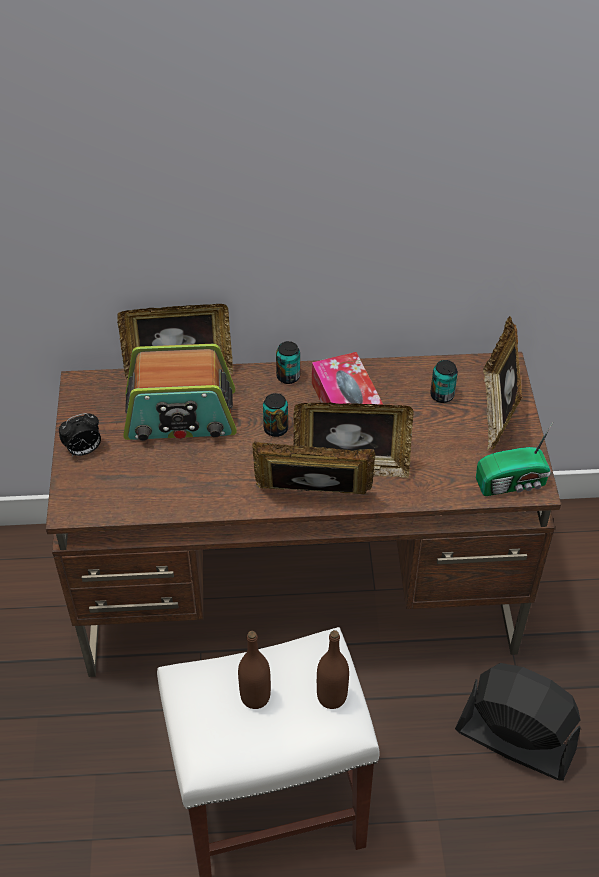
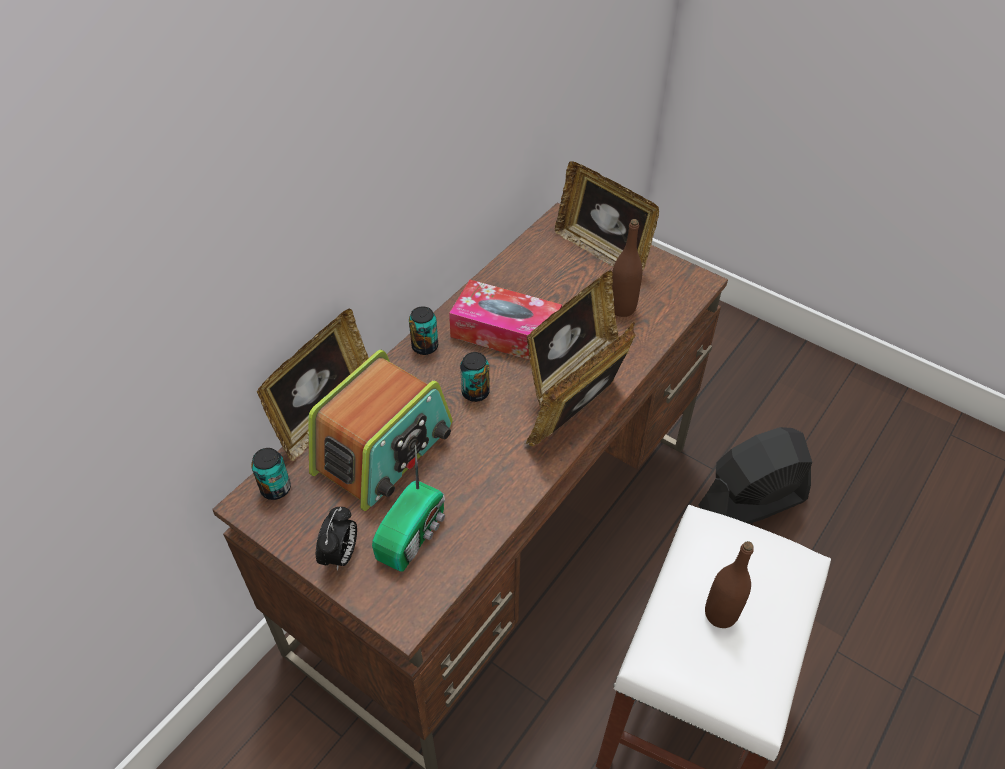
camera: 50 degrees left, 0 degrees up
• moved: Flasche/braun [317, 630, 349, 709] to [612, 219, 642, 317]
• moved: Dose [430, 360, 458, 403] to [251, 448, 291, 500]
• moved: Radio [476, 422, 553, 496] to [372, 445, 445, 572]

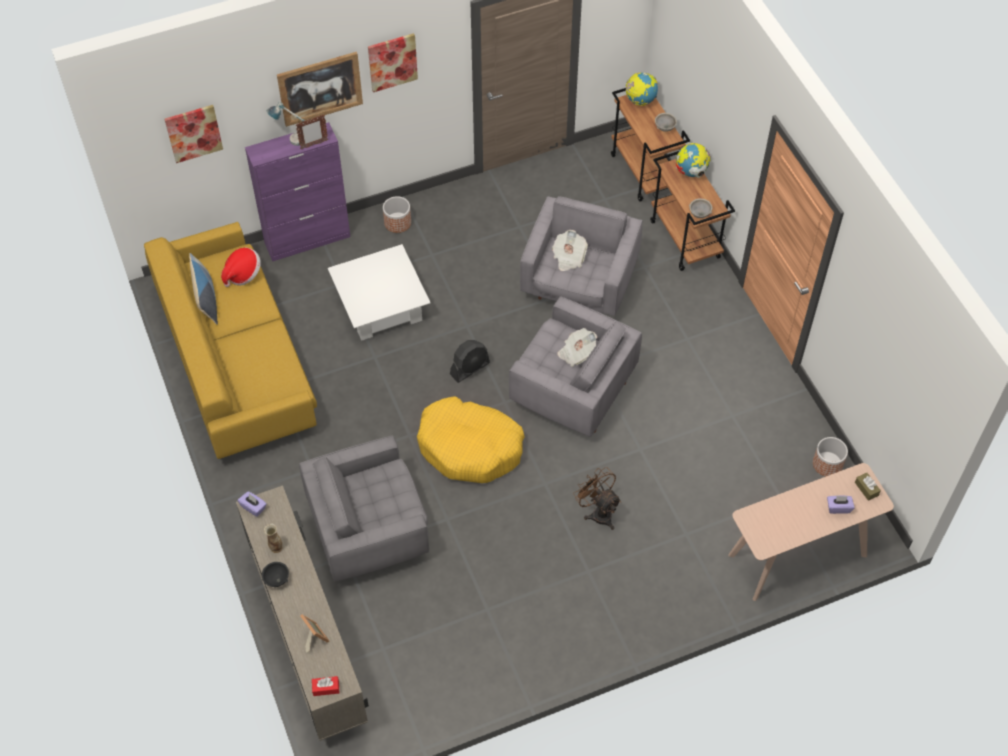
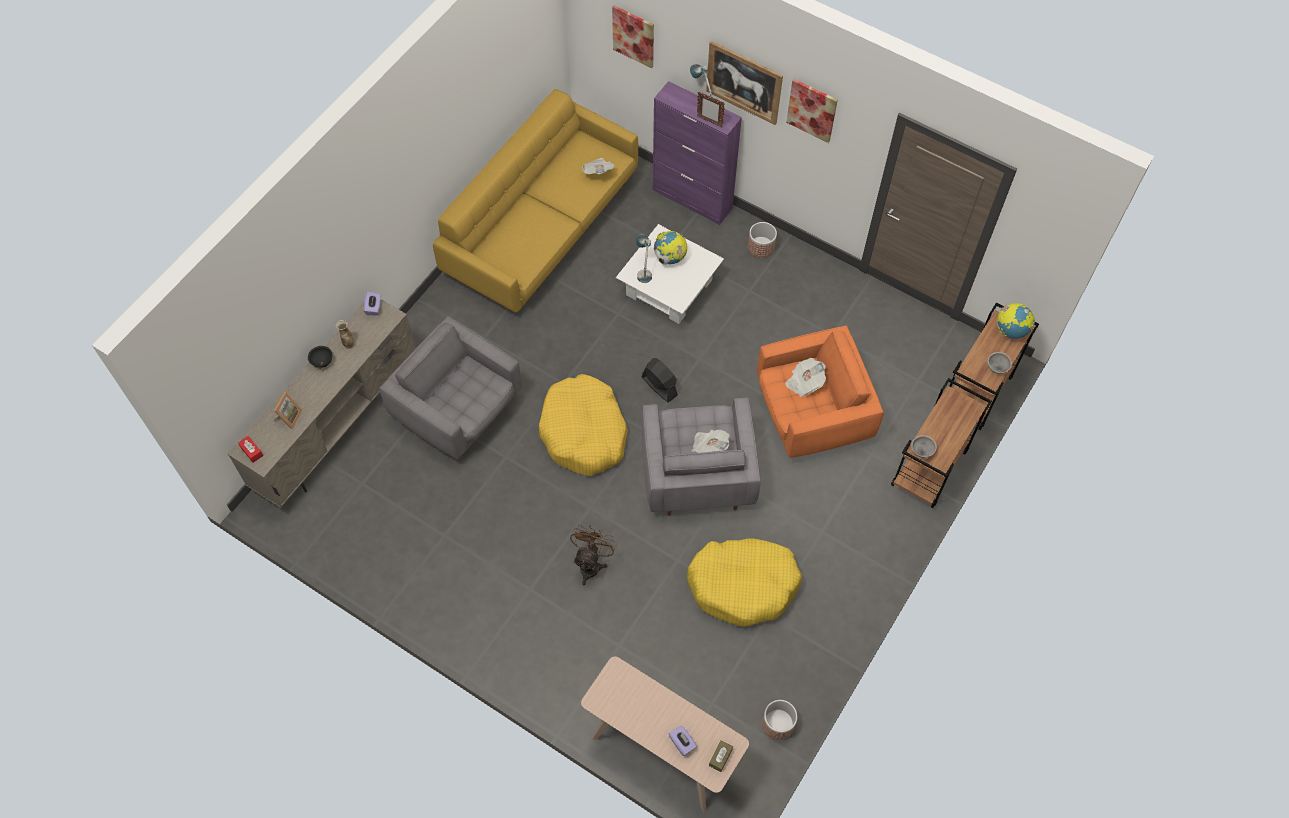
camera: 55 degrees right, 5 degrees up
• removed: Kissen [189, 253, 218, 325]
• replaced: Hut [221, 248, 261, 287] to Zeitung [583, 158, 615, 174]
• turned: Ventilator/schwarz [450, 340, 490, 383] = [642, 358, 678, 403] 150 degrees counterclockwise
• recoloured: Sessel/grau [520, 196, 643, 316] to Sessel/orange [757, 326, 884, 458]
• moved: Globus [676, 143, 711, 178] to [654, 231, 687, 265]
• added: Tischlampe [636, 234, 652, 283]
• added: Hundebett/gelb [687, 538, 802, 627]

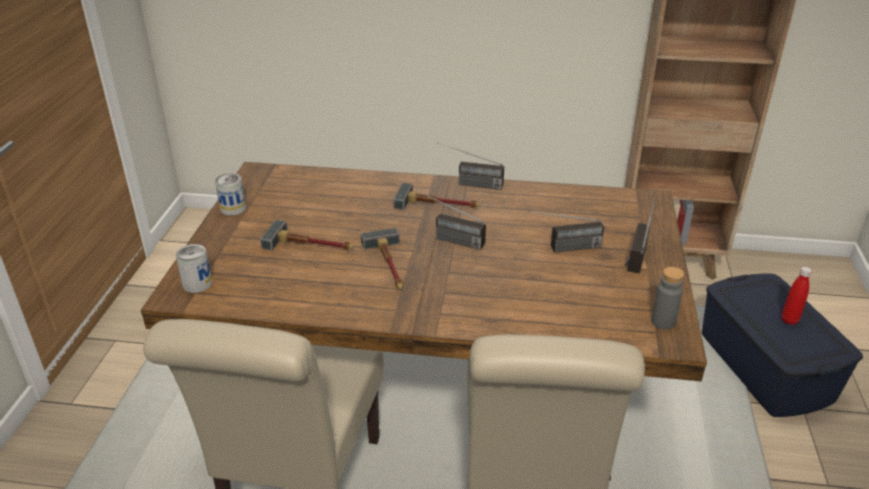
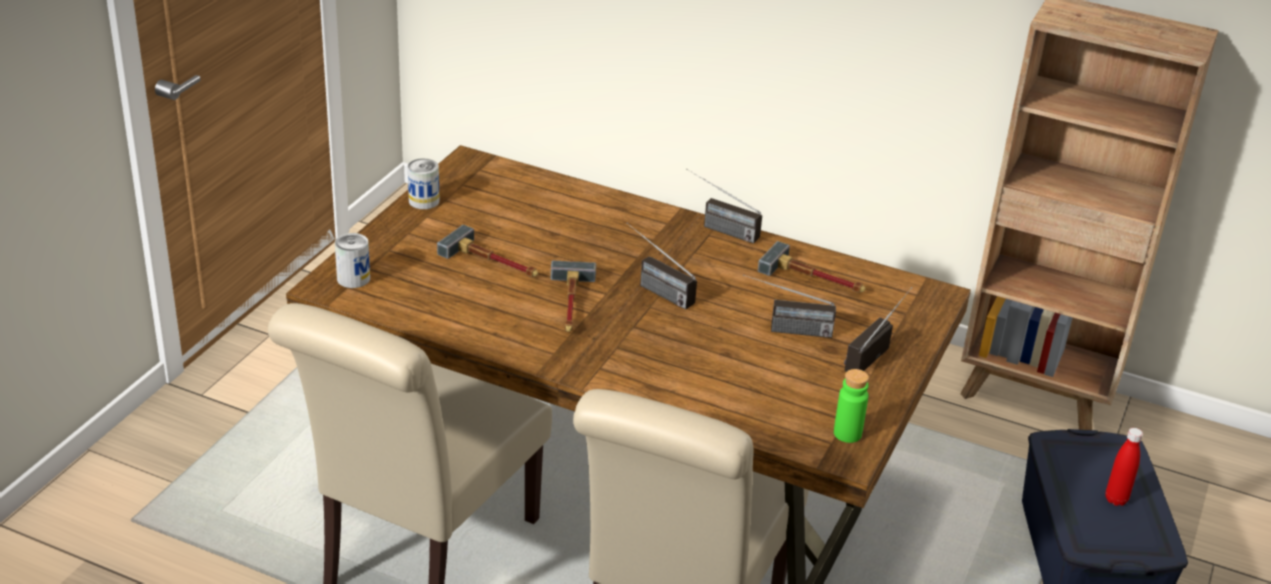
camera: 15 degrees right, 0 degrees up
• moved: Hammer [393, 183, 480, 210] to [758, 241, 865, 293]
• recoloured: Flasche/grau [651, 267, 684, 329] to Flasche/grün [834, 369, 869, 443]

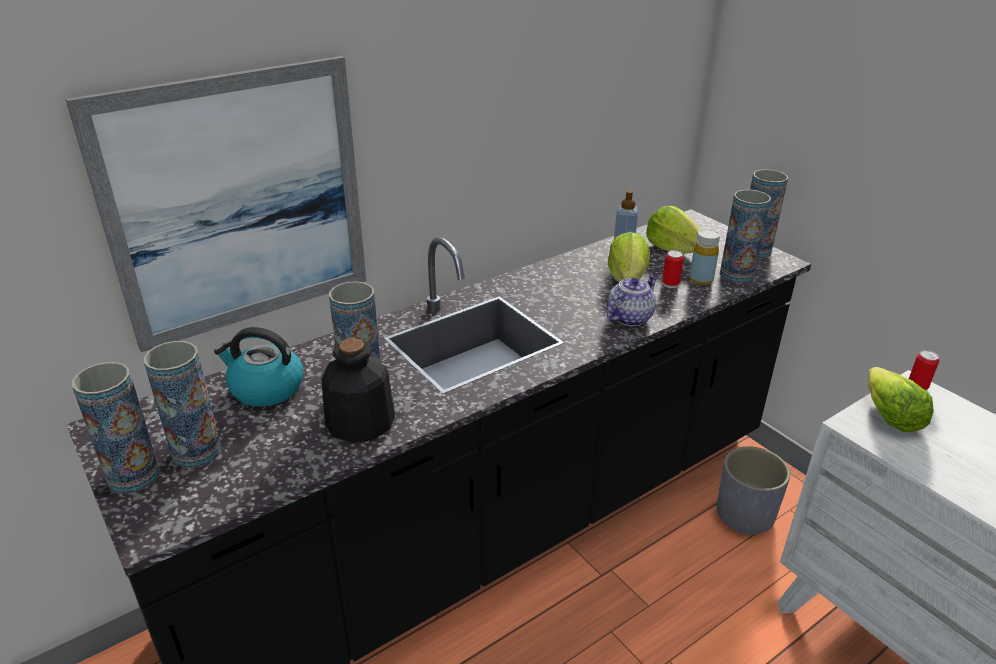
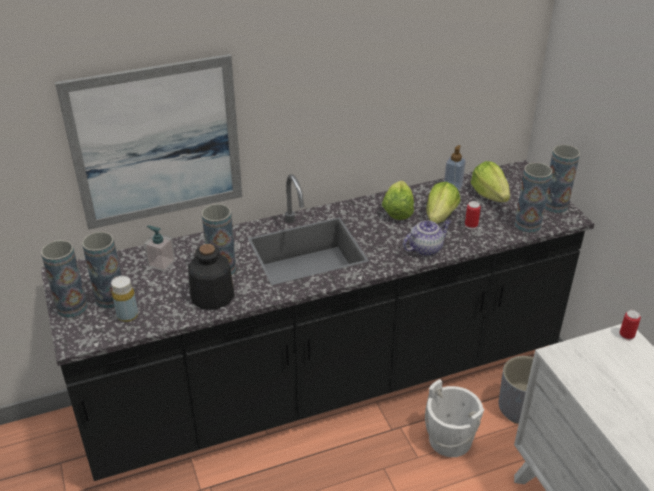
camera: 15 degrees right, 5 degrees up
• replaced: Wasserkessel [214, 327, 303, 407] to Seifenspender [144, 225, 175, 272]
• moved: Flasche/gelb [689, 229, 720, 285] to [111, 276, 138, 322]
• moved: Salatkopf [868, 367, 934, 432] to [382, 181, 414, 220]
• added: Eimer/weiß [425, 379, 484, 457]

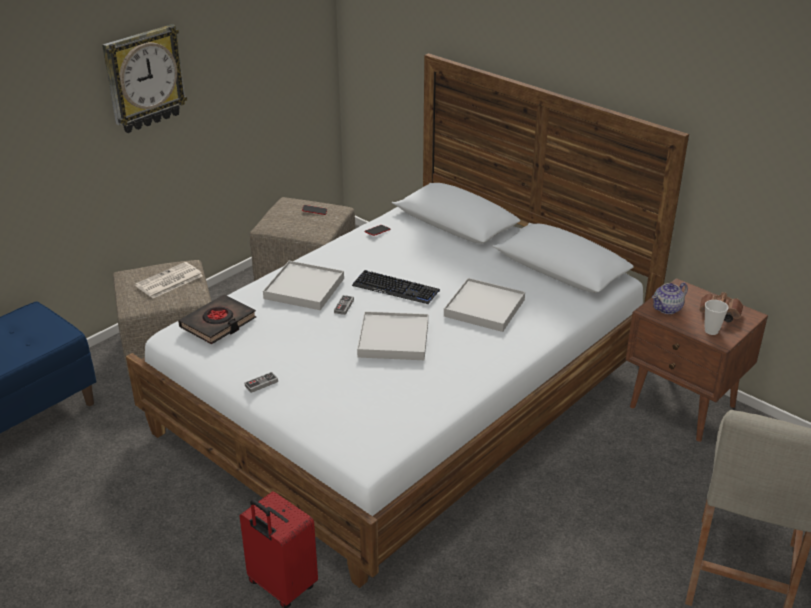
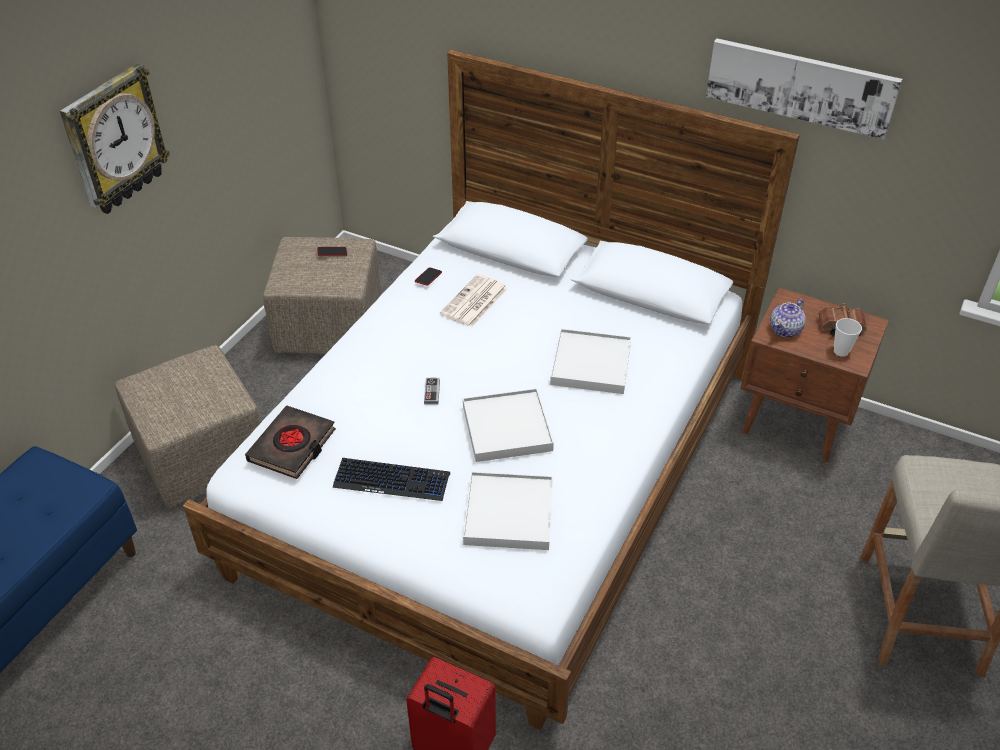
camera: 15 degrees left, 10 degrees up
• moved: Zeitung [135, 262, 203, 298] to [440, 274, 508, 327]
• removed: Gamepad [245, 372, 278, 393]
• moved: Tablett/weiß [263, 261, 344, 310] to [463, 472, 553, 550]
• moved: Tastatur [352, 270, 440, 304] to [333, 458, 450, 501]
• added: Bild [706, 38, 902, 140]

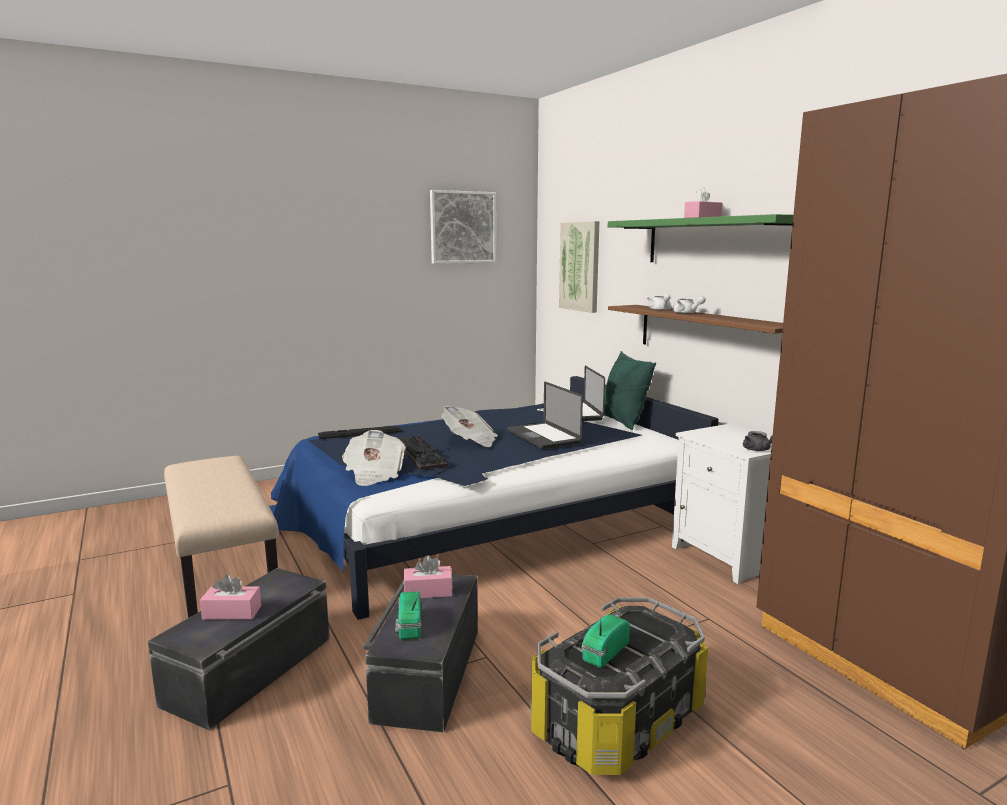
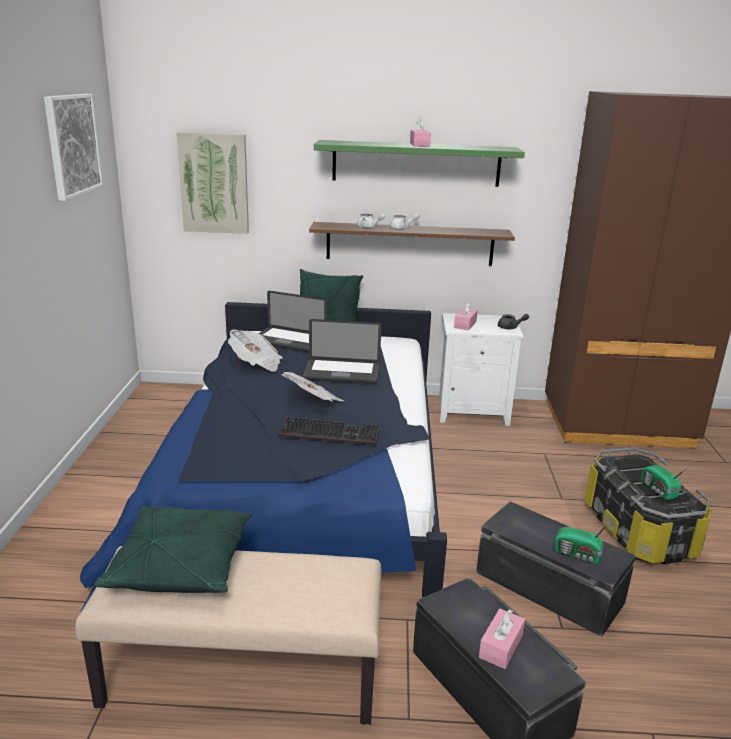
camera: 60 degrees left, 10 degrees up
• removed: Tastatur [318, 426, 402, 439]
• moved: Zeitung [342, 430, 406, 486] to [228, 329, 282, 372]
• moved: Taschentuchbox/rosa [403, 555, 453, 598] to [454, 302, 477, 330]
• added: Kissen/grün [94, 506, 252, 593]

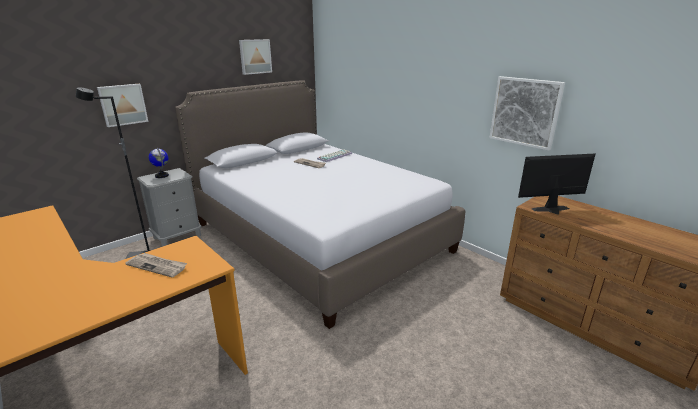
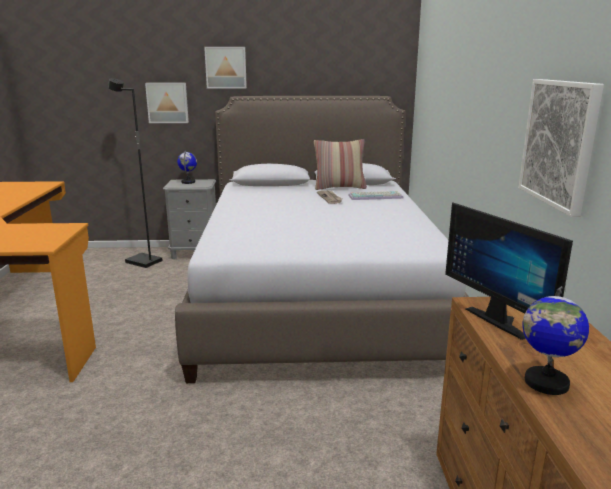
camera: 40 degrees right, 5 degrees down
• removed: Zeitung [125, 253, 187, 277]
• moved: Bild [239, 39, 272, 75] to [204, 47, 247, 89]
• turned: Monitor [518, 153, 596, 215] = [445, 202, 573, 340] 150 degrees counterclockwise
• added: Kissen [314, 139, 367, 190]
• added: Globus [522, 286, 589, 395]

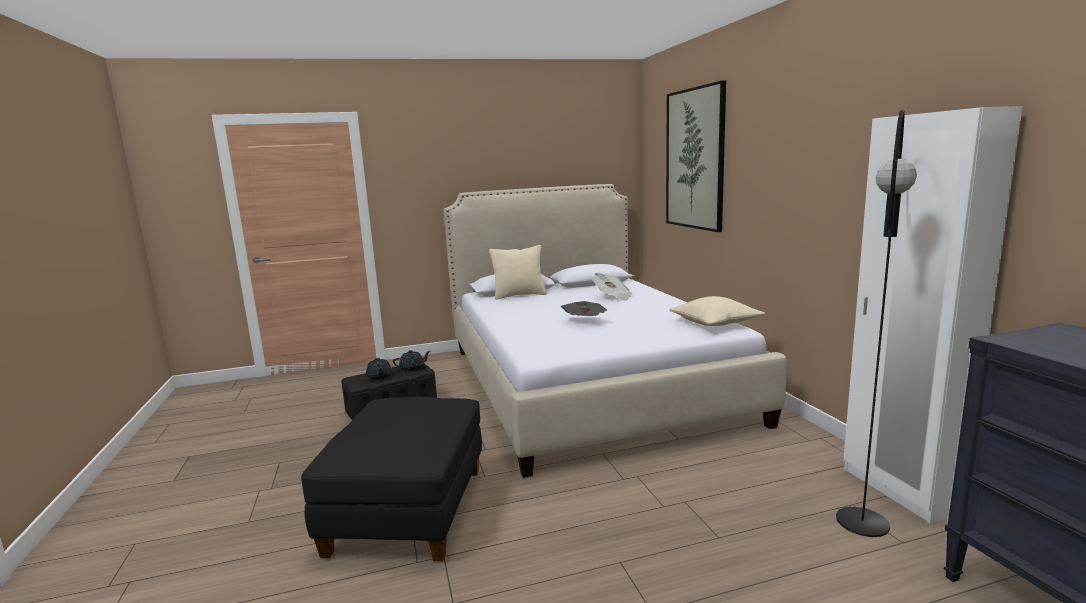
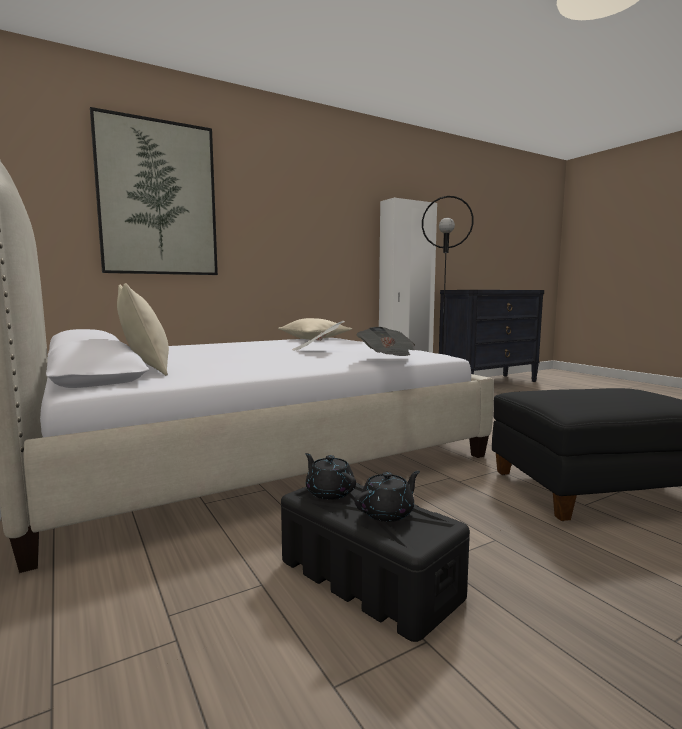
camera: 105 degrees left, 5 degrees down
• moved: Zeitung [592, 273, 632, 301] to [357, 327, 415, 356]

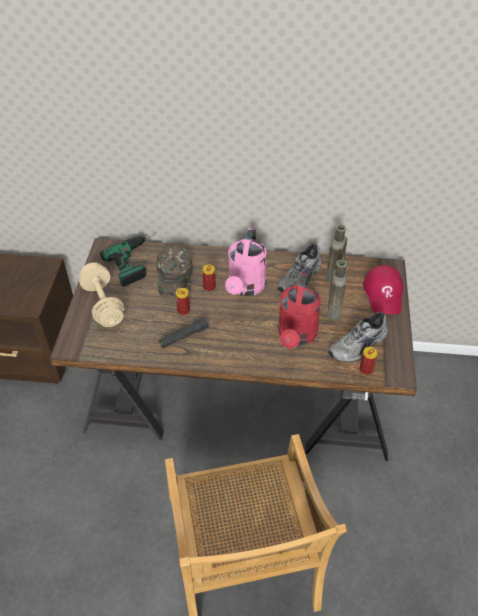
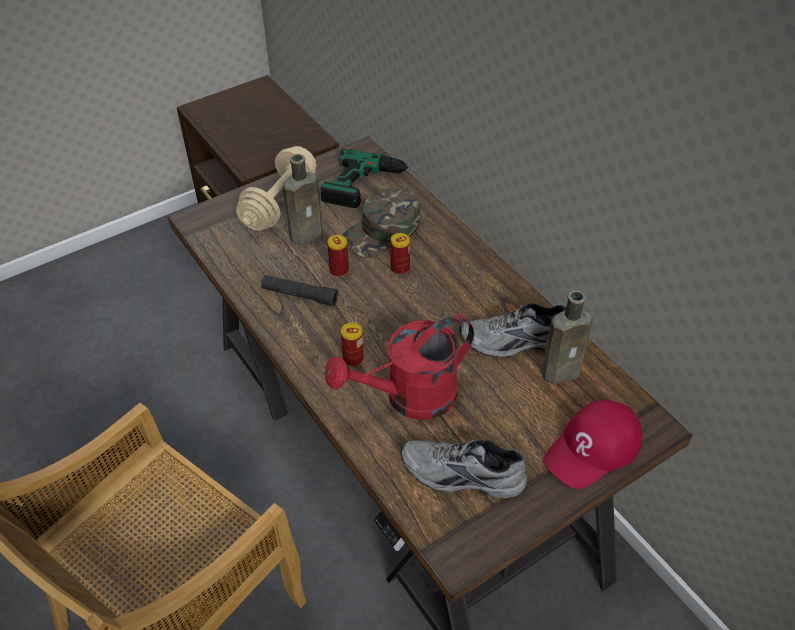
camera: 50 degrees right, 0 degrees up
• removed: Gießkanne/rosa [225, 228, 267, 296]
• moved: Flasche/braun [328, 260, 347, 320] to [283, 154, 323, 245]
• moved: Dose [359, 347, 378, 375] to [341, 322, 364, 367]

